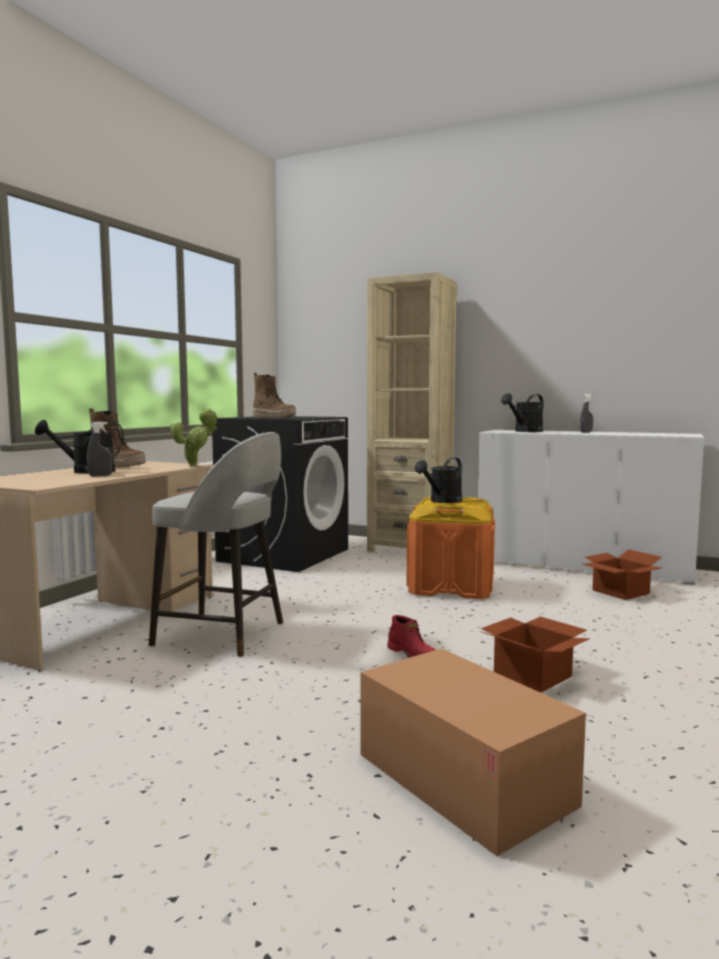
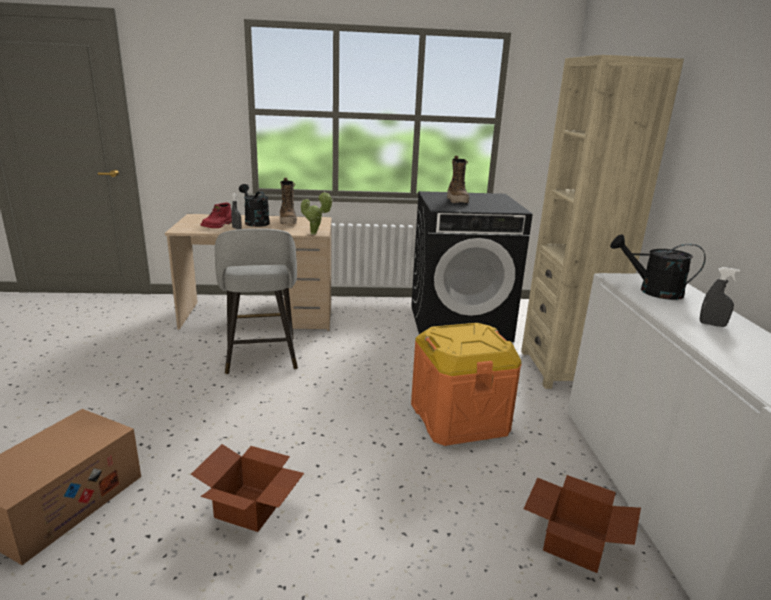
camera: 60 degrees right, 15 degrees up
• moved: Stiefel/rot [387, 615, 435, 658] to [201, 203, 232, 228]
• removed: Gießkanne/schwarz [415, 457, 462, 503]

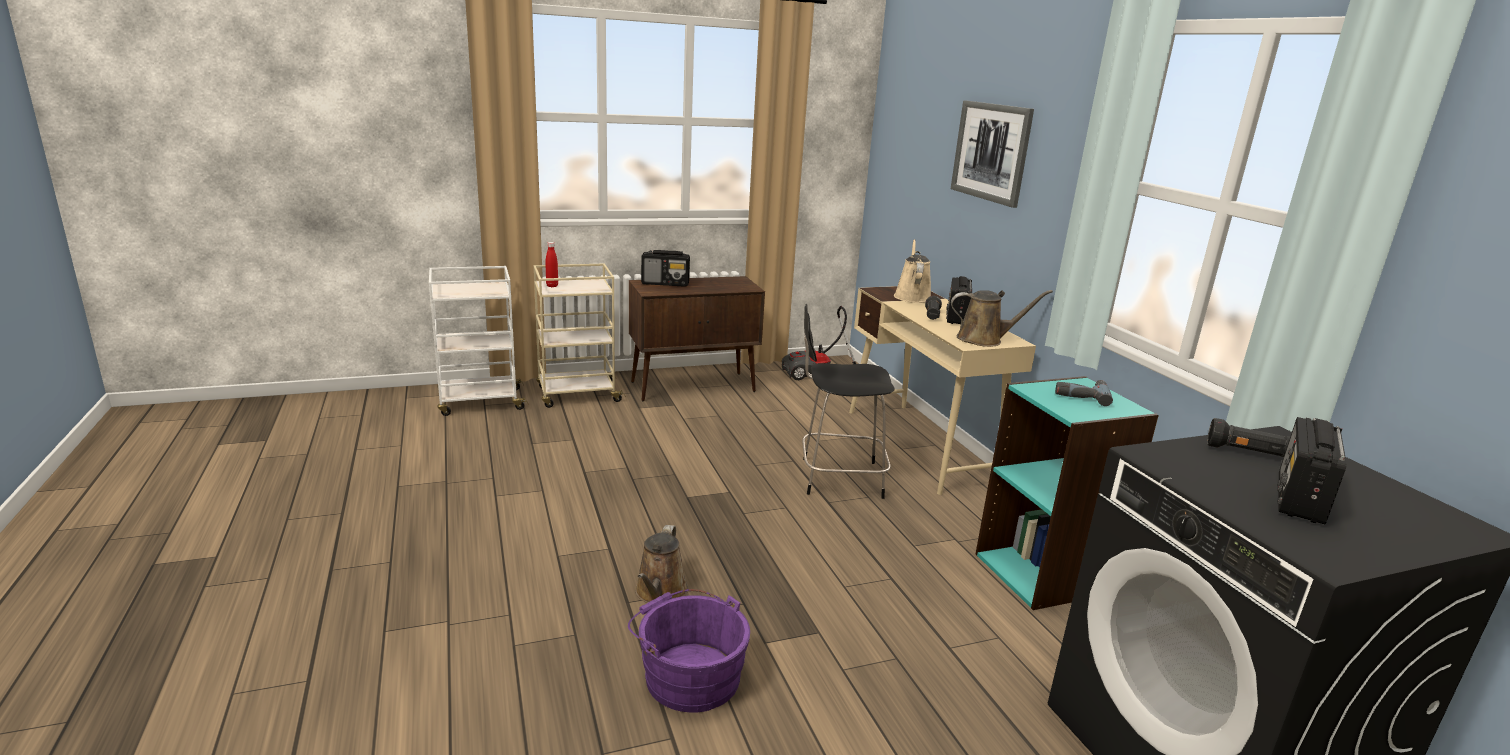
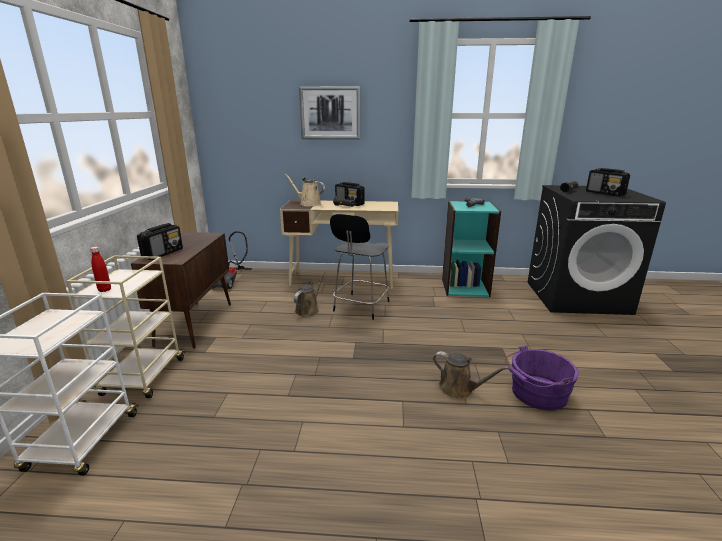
camera: 65 degrees left, 0 degrees up
• moved: Gießkanne/braun [951, 290, 1053, 347] to [294, 271, 325, 317]

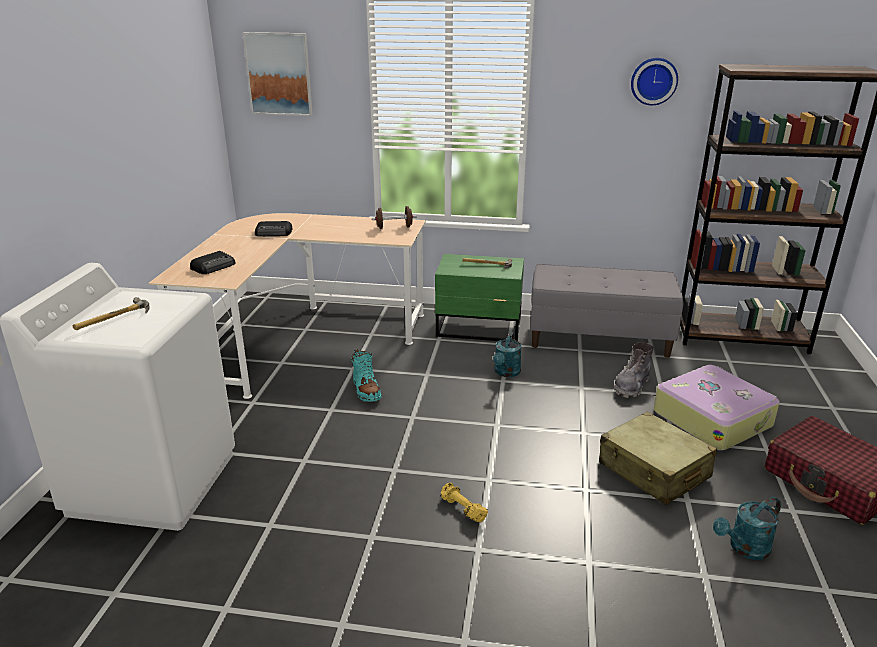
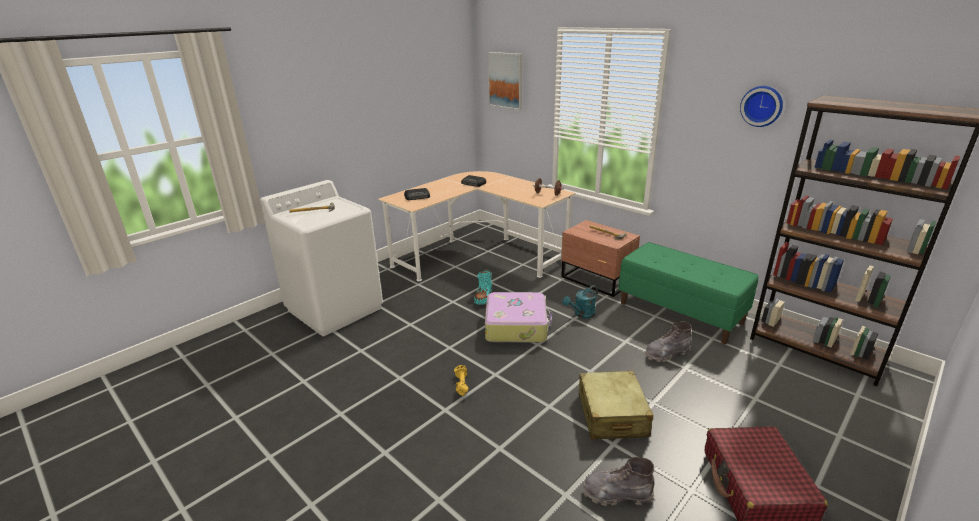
camera: 35 degrees right, 0 degrees up
• recoloured: Nachttisch/grün [435, 254, 524, 341] to Nachttisch/braun [561, 220, 640, 297]
• recoloured: Bank/grau [530, 264, 683, 358] to Bank/grün [618, 242, 758, 344]
• moved: Koffer [654, 365, 780, 451] to [485, 292, 552, 343]
• replaced: Gießkanne/türkis [713, 497, 781, 560] to Stiefel/grau [583, 457, 655, 506]

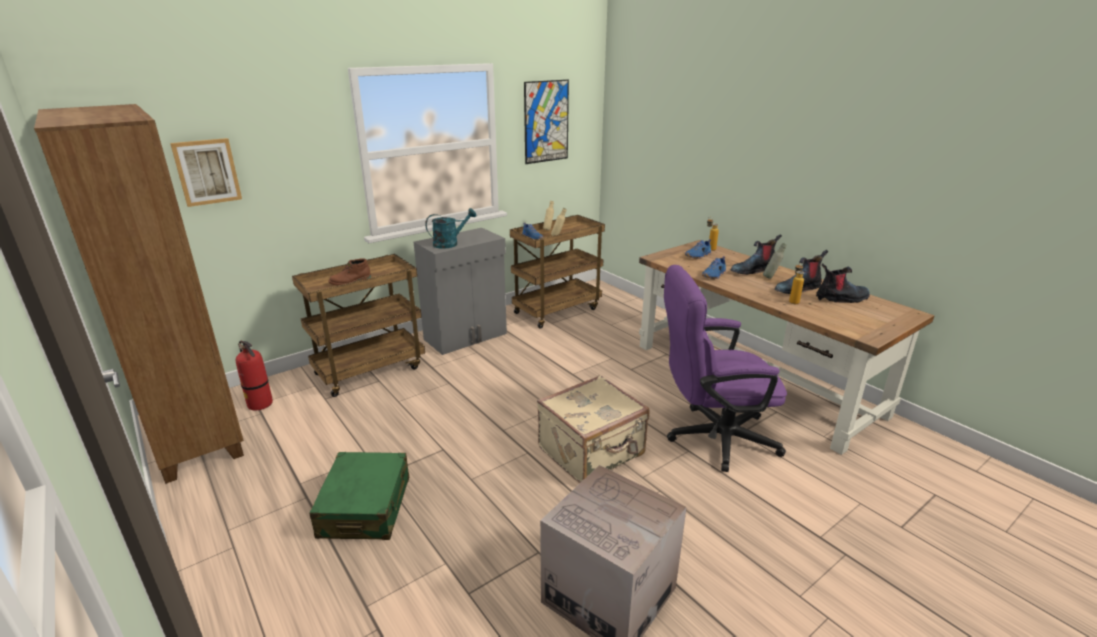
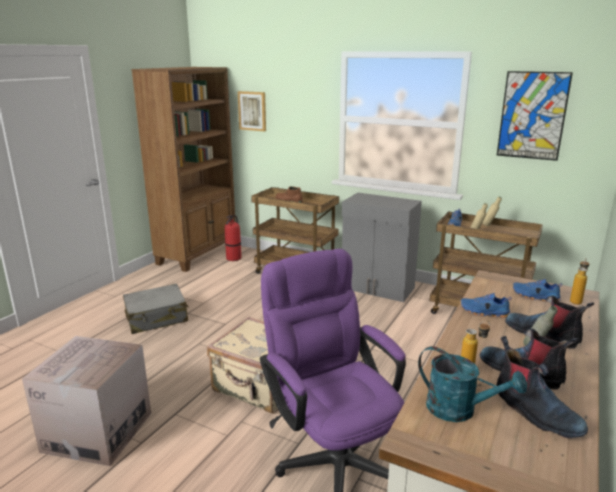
camera: 65 degrees right, 5 degrees down
• recoloured: Koffer/grün [310, 452, 409, 540] to Koffer/grau [123, 284, 189, 334]
• moved: Gießkanne/türkis [425, 208, 477, 249] to [418, 346, 527, 422]

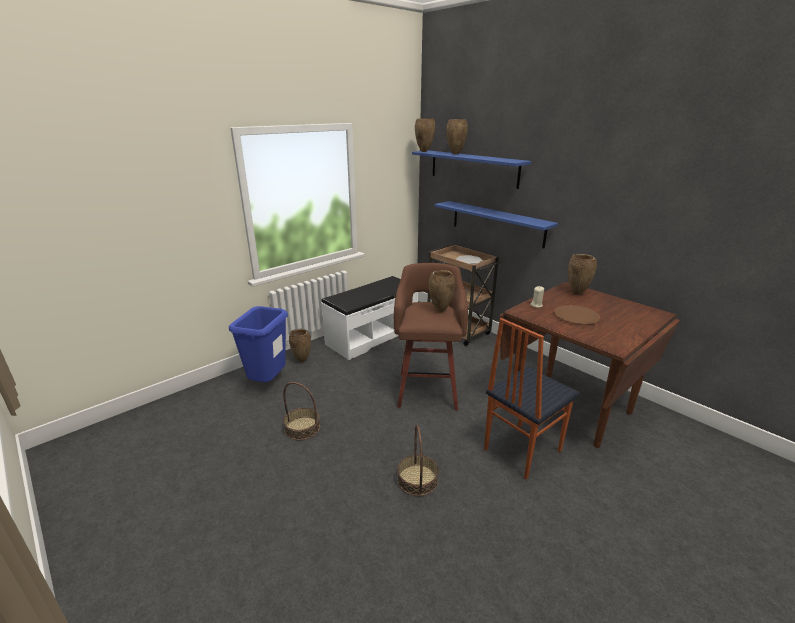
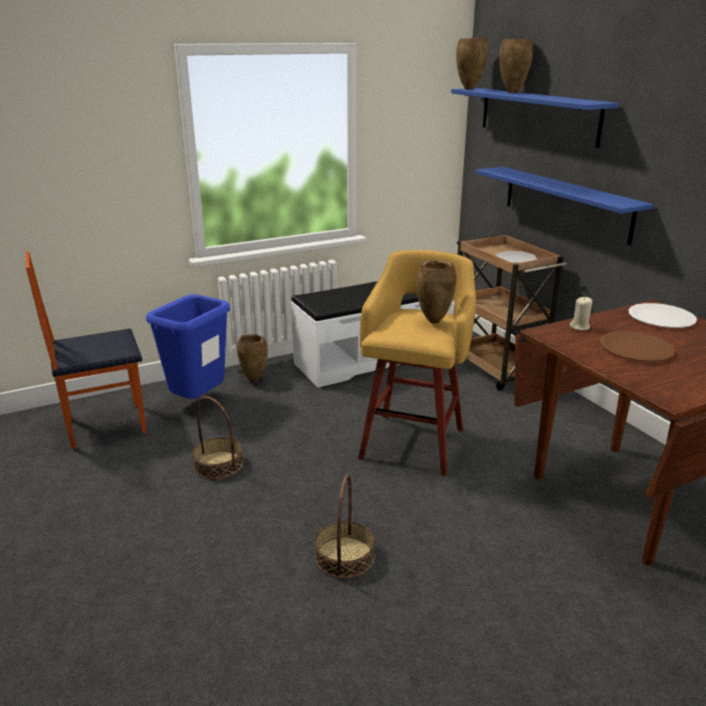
camera: 15 degrees right, 0 degrees up
• recoloured: Hocker/braun [394, 263, 468, 410] to Hocker/gelb [358, 250, 476, 476]
• moved: Stuhl [484, 318, 580, 479] to [25, 251, 147, 449]
• replaced: Vase/braun [568, 254, 597, 295] to Teller/weiß [628, 303, 697, 328]

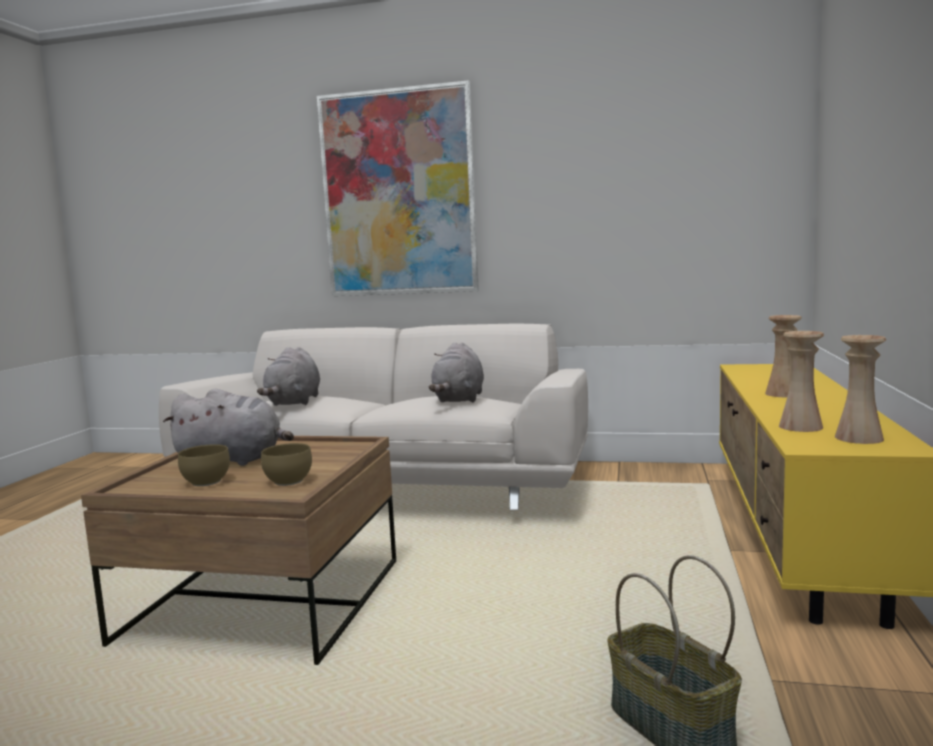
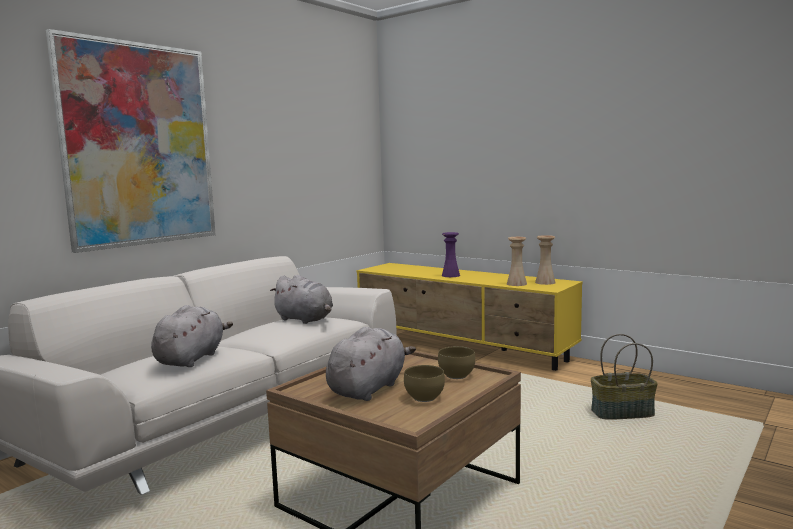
camera: 65 degrees left, 0 degrees up
• turned: Plüschtier/grau [257, 347, 320, 406] = [151, 305, 233, 367] 105 degrees counterclockwise
• recoloured: Vase/beige [765, 315, 802, 397] to Vase/lila [442, 232, 460, 277]

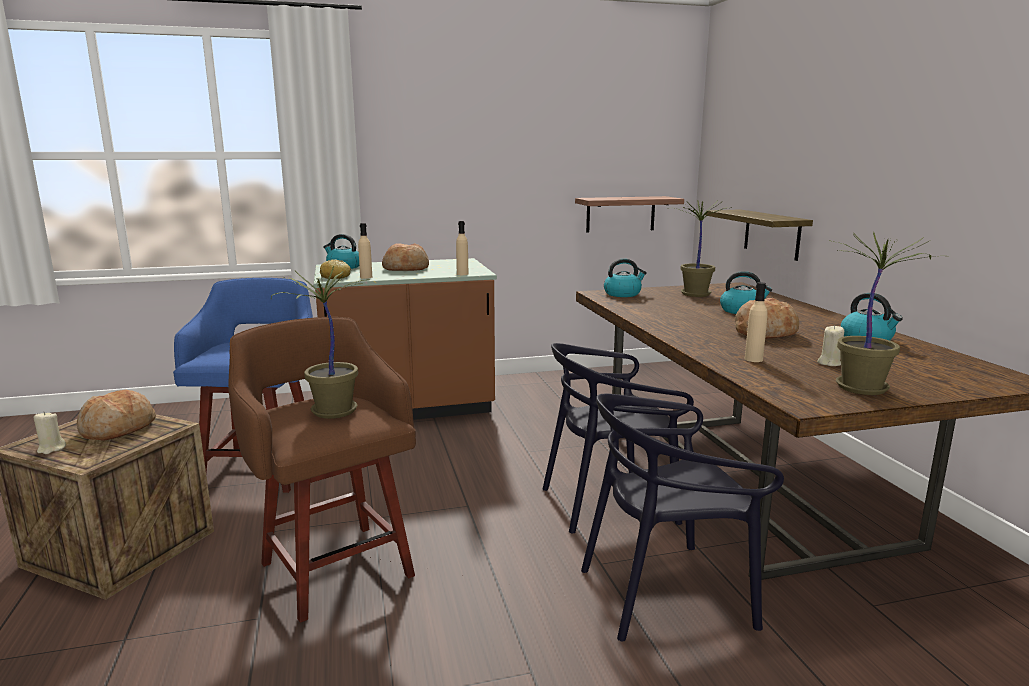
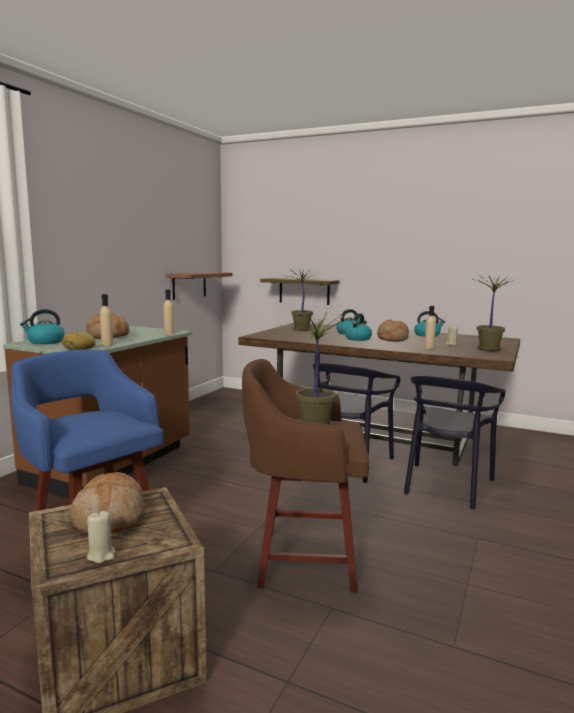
camera: 50 degrees left, 5 degrees down
• moved: Wasserkessel [604, 258, 647, 297] to [345, 313, 372, 341]

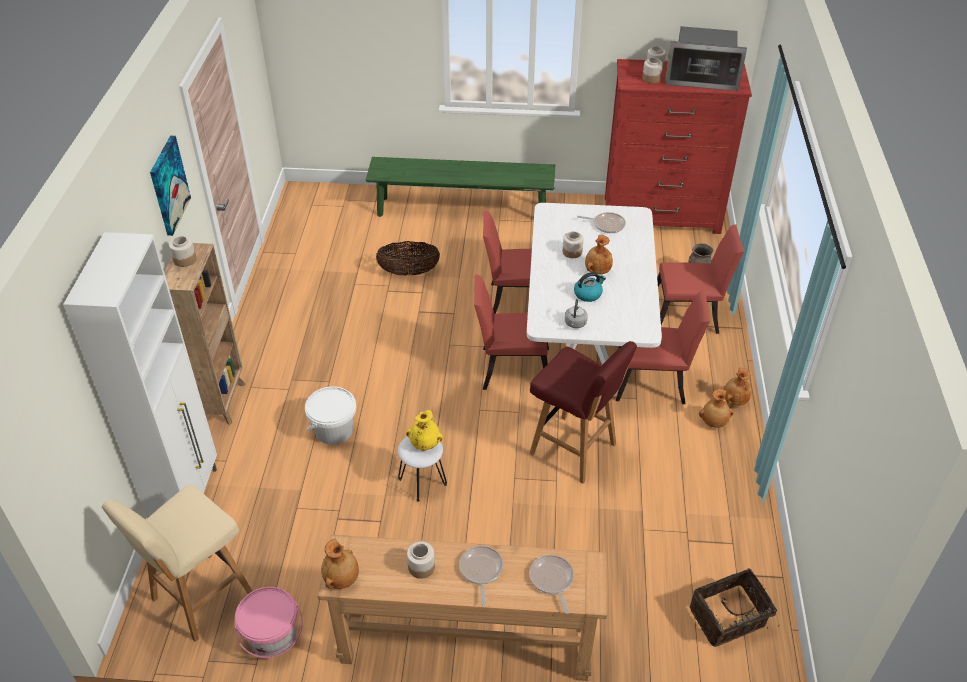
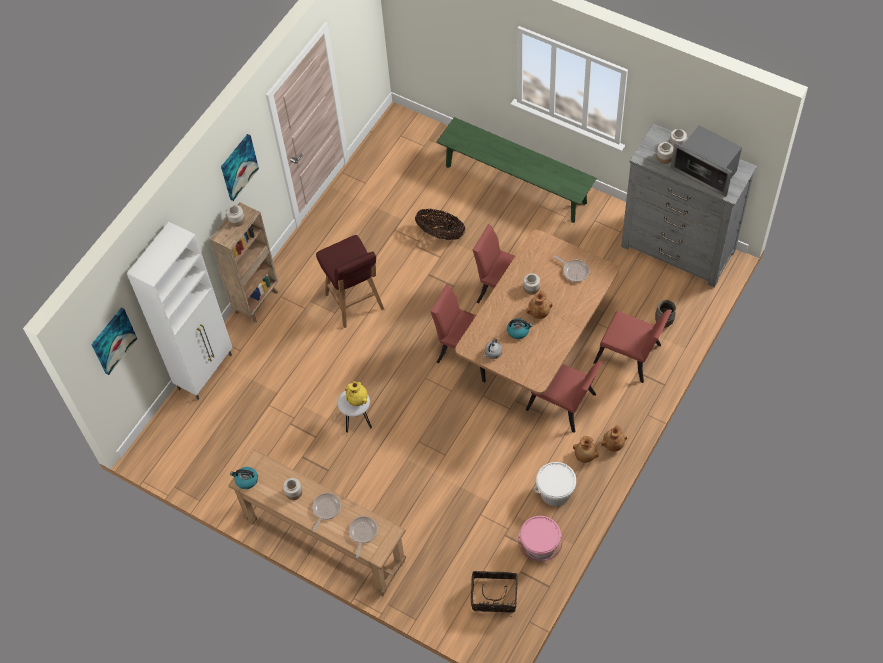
camera: 30 degrees right, 15 degrees up
• removed: Hocker/beige [102, 484, 252, 642]
• moved: Eimer/rosa [235, 587, 303, 658] to [518, 516, 563, 561]
• moved: Eimer/weiß [305, 386, 356, 445] to [534, 462, 576, 506]
• replaced: Vase/braun [321, 539, 359, 589] to Wasserkessel [230, 467, 258, 489]
• recoloured: Esstisch/weiß [527, 203, 662, 365] to Esstisch/braun [455, 230, 619, 394]
• moved: Hocker/rot [529, 341, 637, 484] to [316, 235, 384, 328]
• recoloured: Kommode/rot [605, 59, 752, 234] to Kommode/grau [621, 124, 757, 288]
• added: Bild [91, 308, 137, 375]

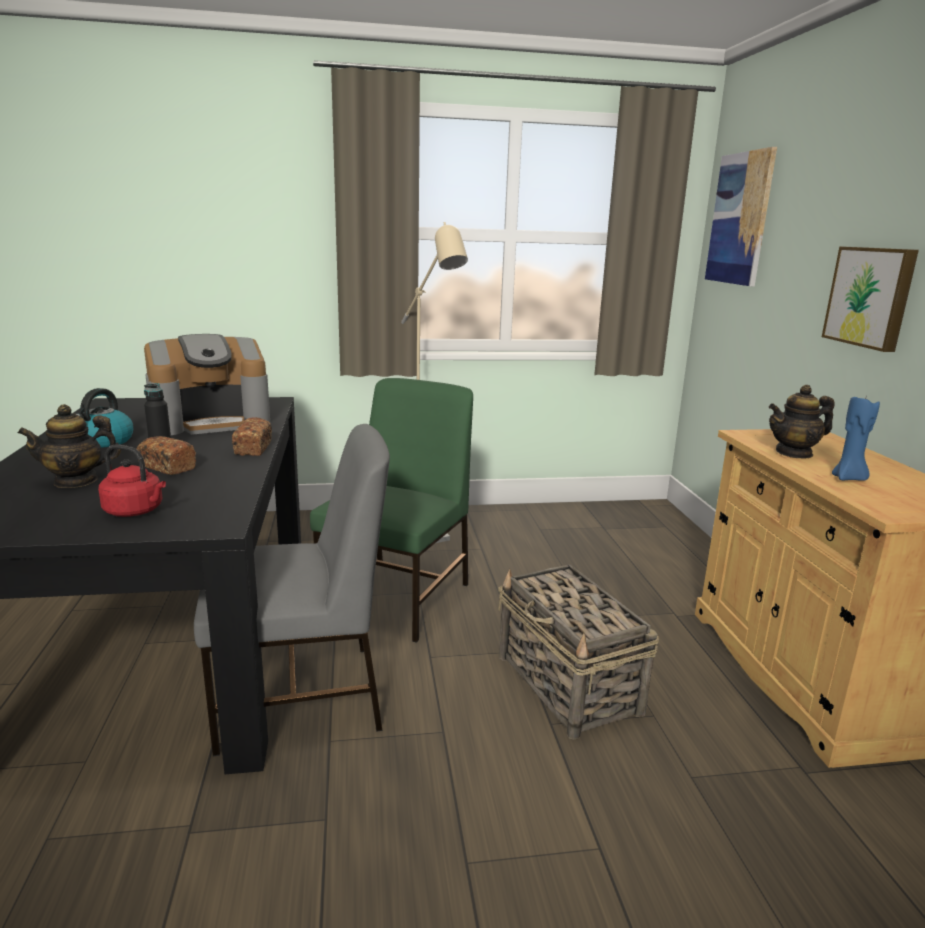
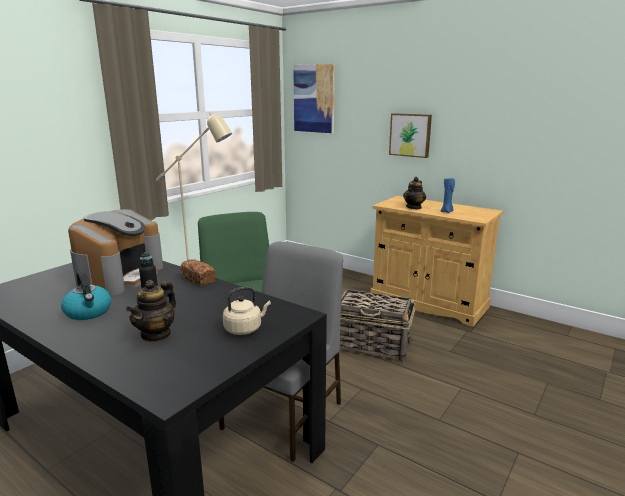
camera: 45 degrees left, 0 degrees up
• recoloured: Wasserkessel/rot [98, 445, 166, 517] to Wasserkessel/beige [223, 286, 271, 335]
• removed: Brot [137, 436, 196, 475]

